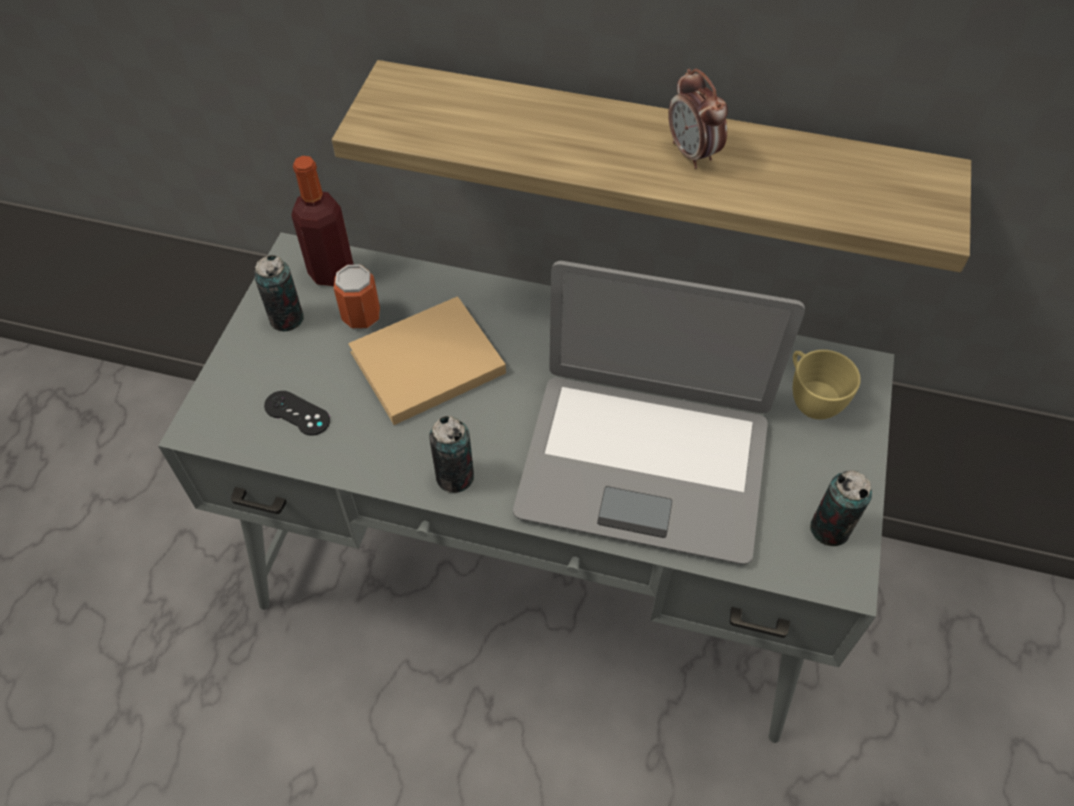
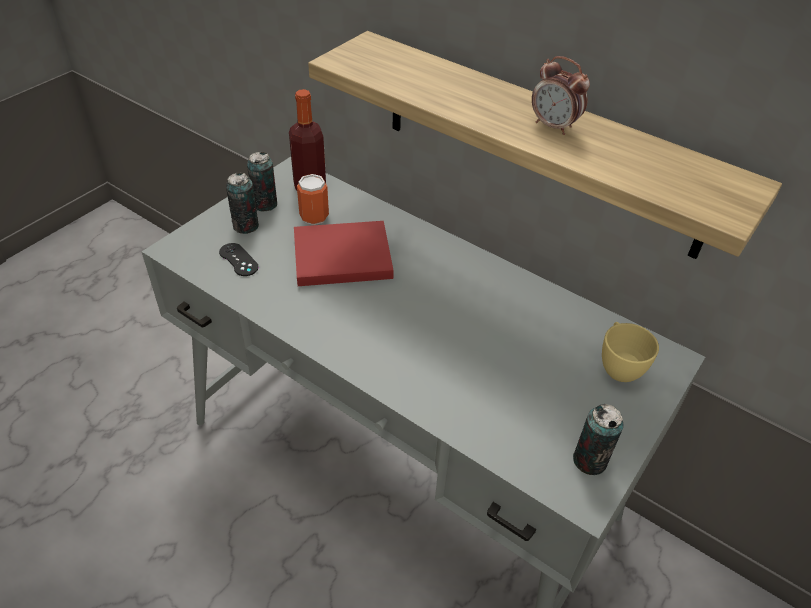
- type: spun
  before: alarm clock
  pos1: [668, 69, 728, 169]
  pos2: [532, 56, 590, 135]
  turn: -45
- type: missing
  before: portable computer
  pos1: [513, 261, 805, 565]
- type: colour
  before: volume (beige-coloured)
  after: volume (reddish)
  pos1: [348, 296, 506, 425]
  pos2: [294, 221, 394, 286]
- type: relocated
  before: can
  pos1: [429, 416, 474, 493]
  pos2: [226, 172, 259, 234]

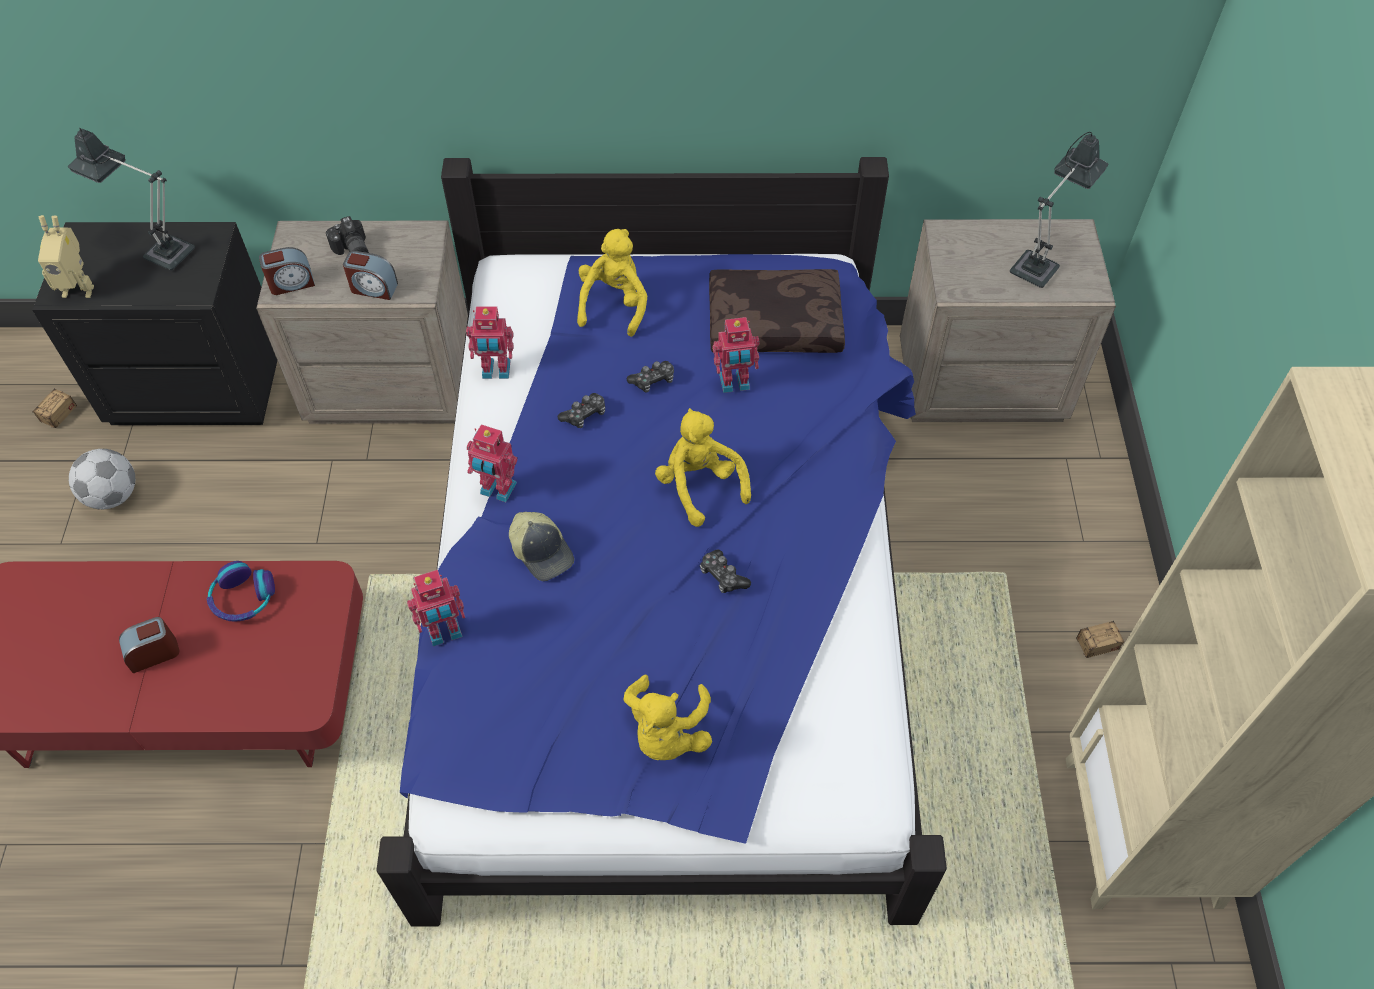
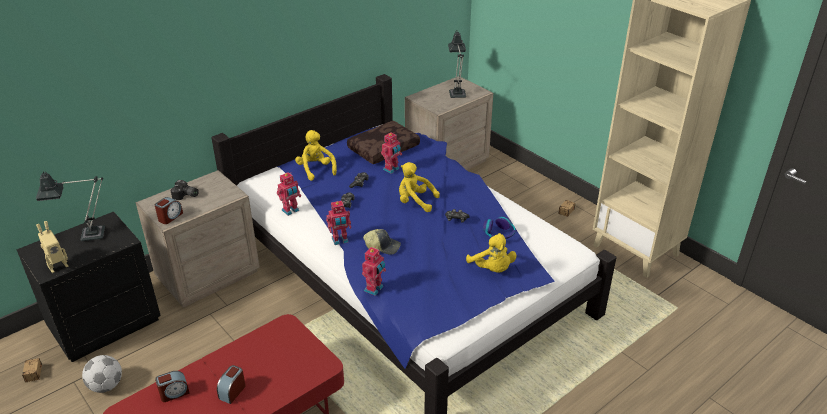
- type: relocated
  before: alarm clock
  pos1: [343, 251, 398, 300]
  pos2: [155, 371, 190, 402]
- type: relocated
  before: headset
  pos1: [207, 561, 275, 621]
  pos2: [483, 216, 516, 239]

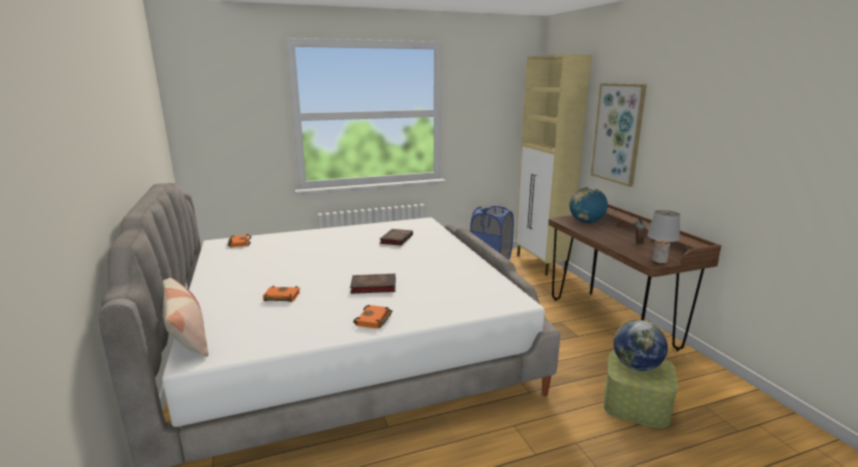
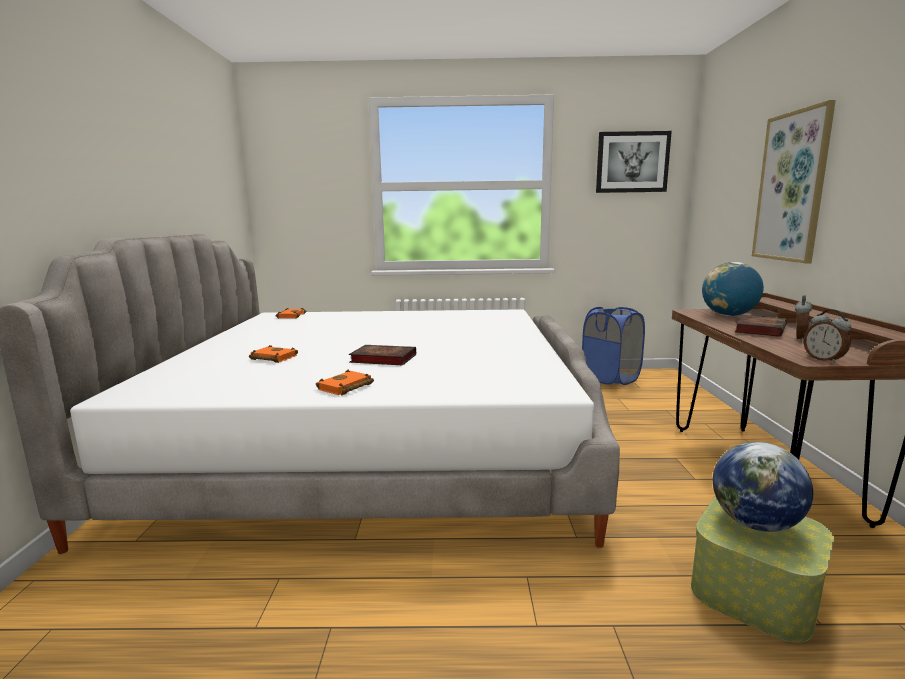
- type: missing
  before: storage cabinet (beige-coloured)
  pos1: [515, 54, 592, 276]
- type: exchanged
  before: table lamp (gray)
  after: alarm clock
  pos1: [647, 210, 680, 265]
  pos2: [803, 309, 851, 363]
- type: relocated
  before: volume
  pos1: [380, 229, 413, 246]
  pos2: [735, 315, 787, 337]
- type: missing
  before: cushion
  pos1: [163, 278, 208, 357]
- type: appeared
  after: wall picture
  pos2: [596, 131, 672, 193]

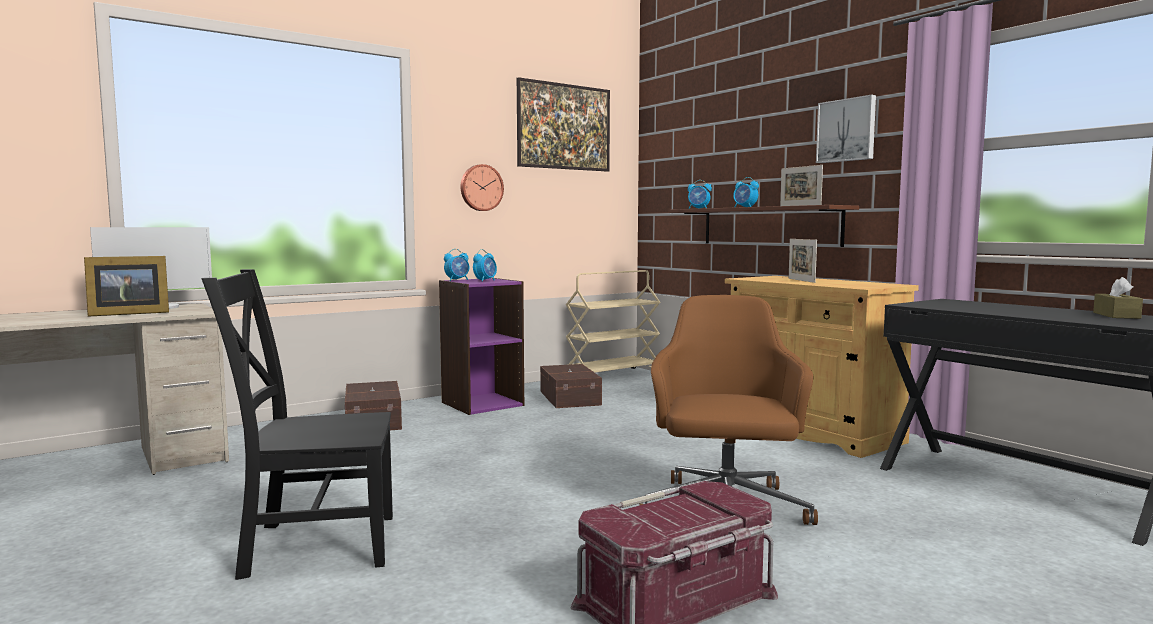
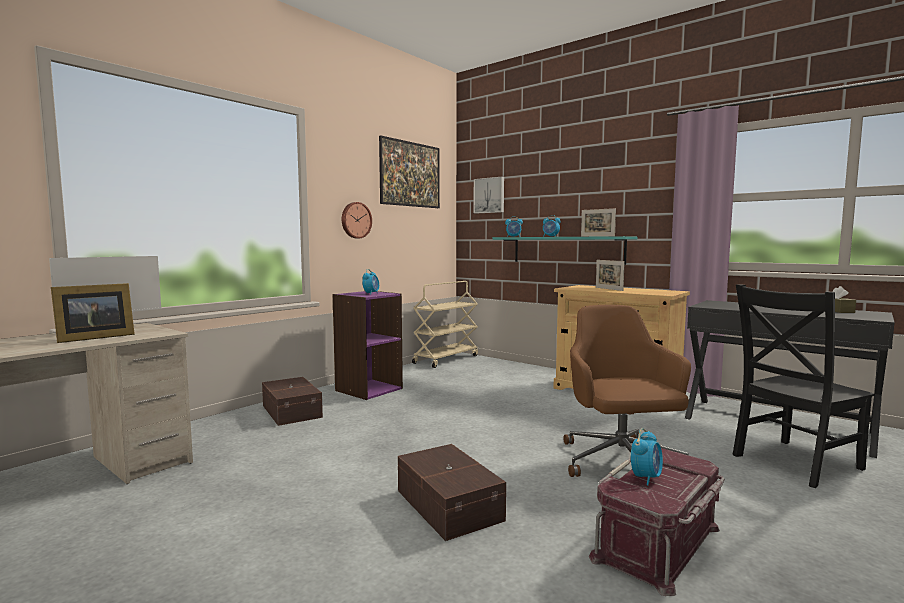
- type: relocated
  before: wall picture
  pos1: [816, 95, 876, 163]
  pos2: [474, 177, 504, 214]
- type: colour
  before: wall shelf (brownish)
  after: wall shelf (turquoise-coloured)
  pos1: [670, 205, 859, 247]
  pos2: [492, 236, 638, 265]
- type: relocated
  before: alarm clock
  pos1: [444, 249, 469, 281]
  pos2: [631, 428, 663, 486]
- type: relocated
  before: plain chair (black)
  pos1: [201, 269, 393, 580]
  pos2: [733, 285, 875, 488]
- type: relocated
  before: storage bin (brownish)
  pos1: [540, 364, 602, 408]
  pos2: [398, 444, 506, 541]

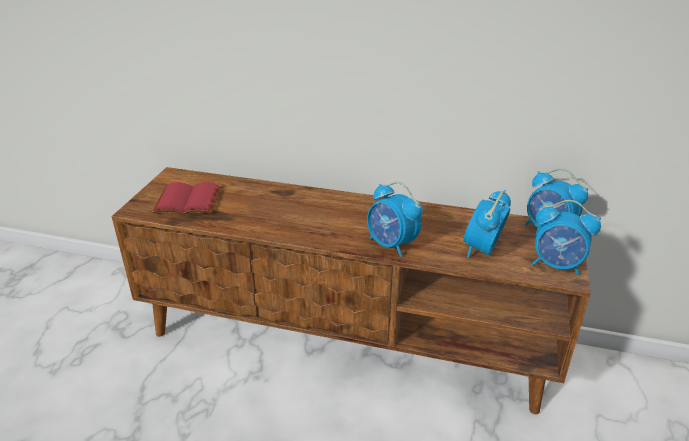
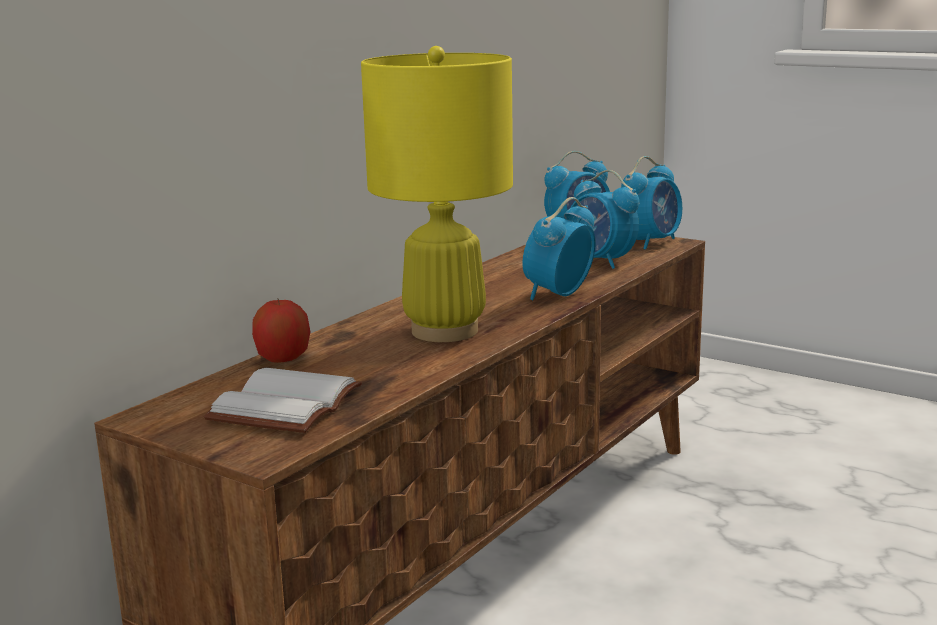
- type: colour
  before: volume (reddish)
  after: volume (white-coloured)
  pos1: [153, 182, 221, 215]
  pos2: [204, 368, 362, 433]
- type: spun
  before: alarm clock
  pos1: [367, 182, 423, 257]
  pos2: [522, 197, 595, 300]
  turn: 150
- type: appeared
  after: table lamp (yellow)
  pos2: [361, 46, 513, 342]
- type: appeared
  after: whole apple
  pos2: [252, 298, 310, 363]

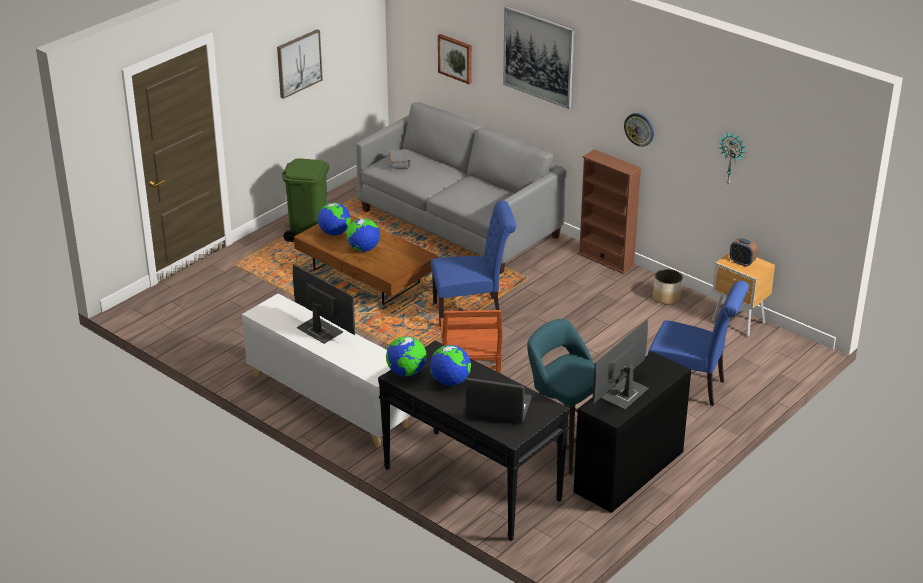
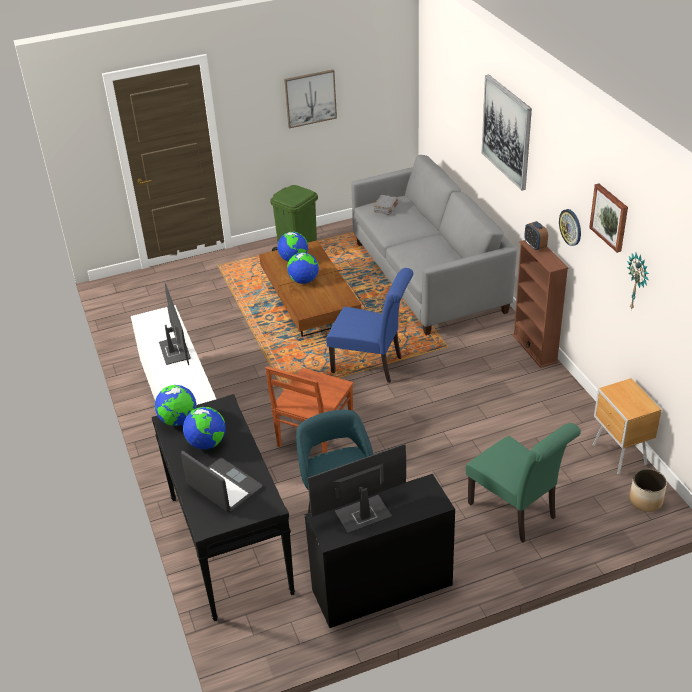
- type: relocated
  before: wall picture
  pos1: [438, 34, 472, 84]
  pos2: [589, 183, 628, 253]
- type: relocated
  before: alarm clock
  pos1: [730, 238, 757, 267]
  pos2: [524, 221, 548, 251]
- type: relocated
  before: flower pot
  pos1: [653, 269, 683, 305]
  pos2: [629, 469, 667, 512]
- type: colour
  before: plain chair (blue)
  after: plain chair (green-coloured)
  pos1: [648, 281, 749, 406]
  pos2: [466, 423, 581, 542]

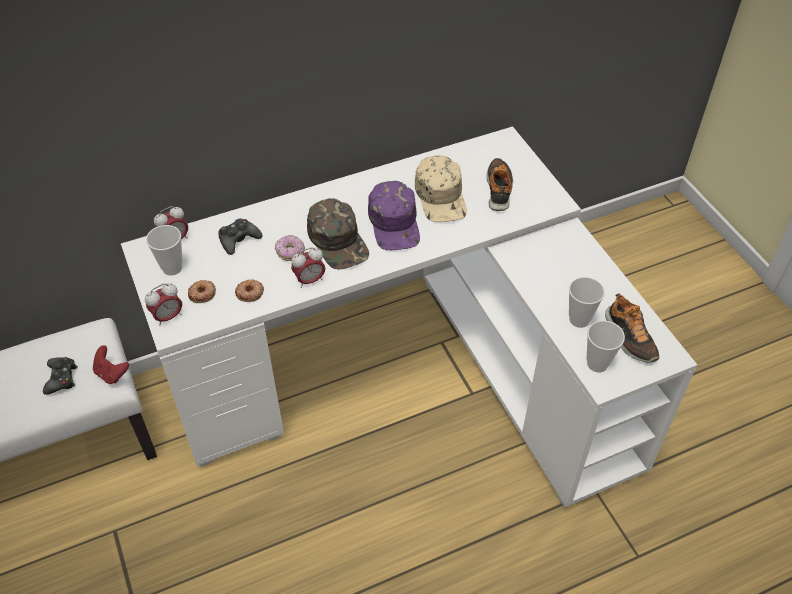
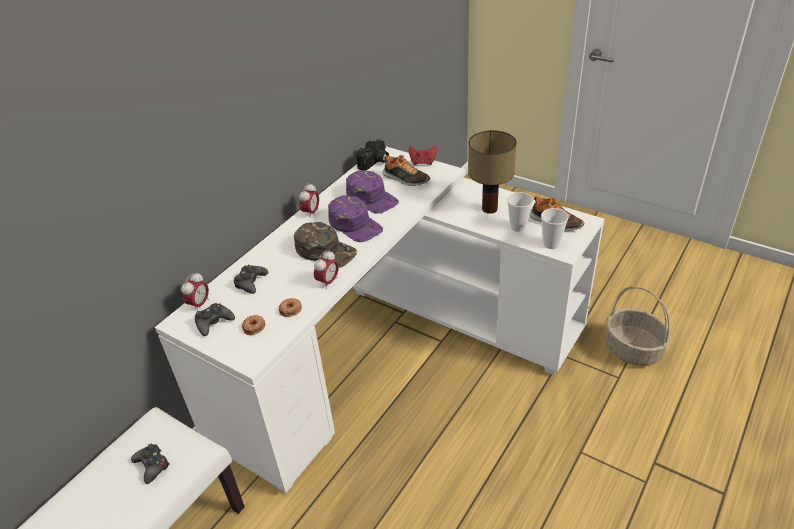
- type: colour
  before: baseball cap (beige-coloured)
  after: baseball cap (purple-coloured)
  pos1: [415, 155, 467, 222]
  pos2: [346, 170, 399, 214]
- type: spun
  before: low shoe
  pos1: [486, 158, 513, 211]
  pos2: [383, 155, 430, 186]
  turn: 150
- type: exchanged
  before: cup
  after: joypad (black)
  pos1: [146, 225, 183, 276]
  pos2: [195, 303, 235, 336]
- type: missing
  before: doughnut
  pos1: [275, 235, 305, 261]
- type: relocated
  before: alarm clock
  pos1: [145, 283, 182, 326]
  pos2: [299, 183, 319, 218]
- type: relocated
  before: joypad (reddish)
  pos1: [93, 345, 129, 384]
  pos2: [409, 146, 437, 165]
- type: appeared
  after: table lamp
  pos2: [468, 130, 517, 214]
- type: appeared
  after: photo camera
  pos2: [356, 139, 389, 171]
- type: appeared
  after: household basket
  pos2: [605, 286, 671, 366]

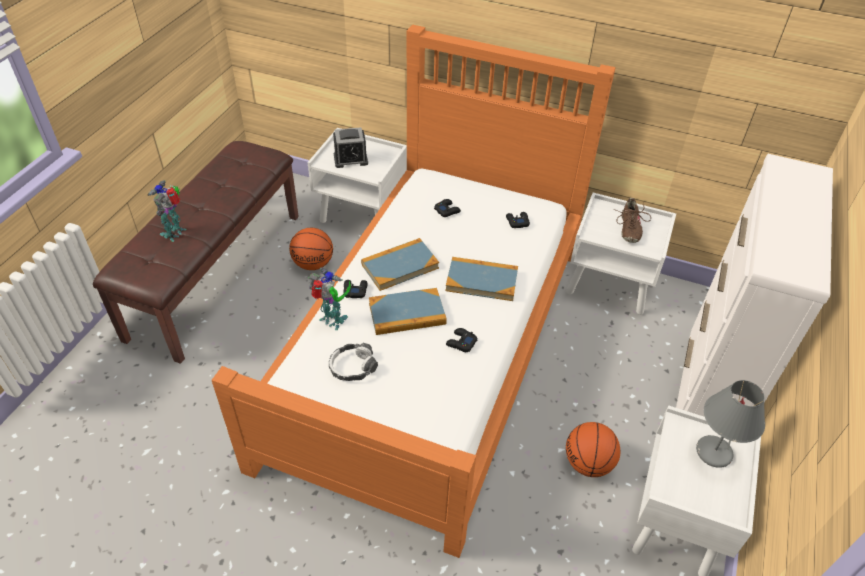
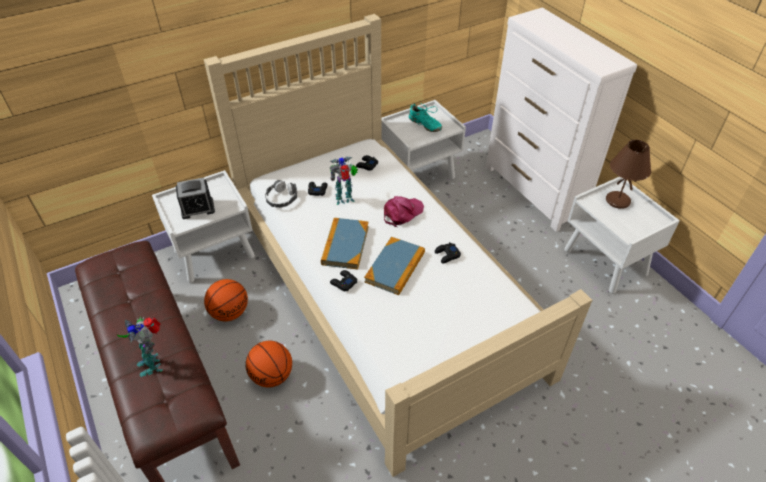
- type: colour
  before: bed (orange)
  after: bed (beige-coloured)
  pos1: [212, 24, 616, 558]
  pos2: [204, 14, 592, 477]
- type: spun
  before: alarm clock
  pos1: [333, 127, 368, 168]
  pos2: [176, 177, 215, 219]
  turn: 45
- type: colour
  before: low shoe (brownish)
  after: low shoe (turquoise-coloured)
  pos1: [616, 198, 651, 243]
  pos2: [409, 104, 442, 132]
- type: exchanged
  before: volume
  after: baseball cap (pink-coloured)
  pos1: [445, 257, 518, 301]
  pos2: [384, 196, 424, 227]
- type: relocated
  before: toy robot
  pos1: [308, 268, 351, 330]
  pos2: [330, 157, 358, 205]
- type: relocated
  before: headset
  pos1: [329, 343, 378, 381]
  pos2: [265, 180, 297, 208]
- type: colour
  before: table lamp (gray)
  after: table lamp (brownish)
  pos1: [696, 380, 765, 468]
  pos2: [606, 140, 651, 209]
- type: relocated
  before: basketball ball
  pos1: [566, 422, 620, 477]
  pos2: [246, 341, 292, 388]

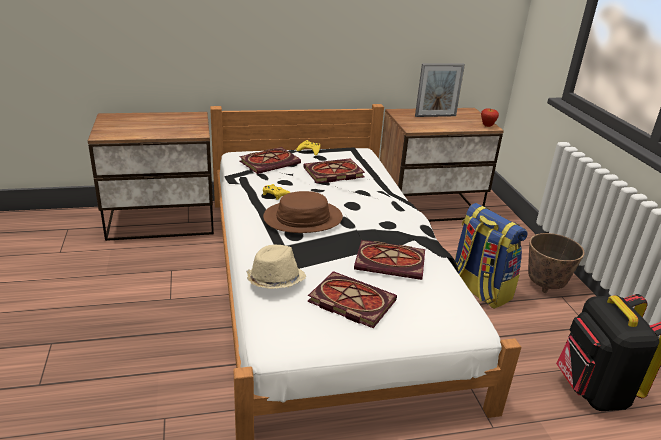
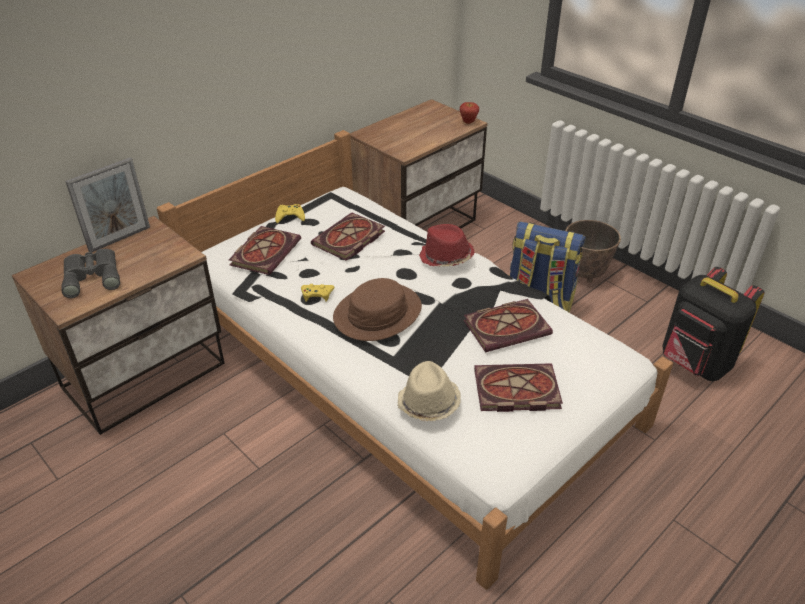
- type: relocated
  before: photo frame
  pos1: [415, 64, 465, 117]
  pos2: [65, 157, 150, 253]
- type: appeared
  after: hat (reddish)
  pos2: [419, 224, 475, 267]
- type: appeared
  after: binoculars (gray)
  pos2: [62, 249, 120, 298]

